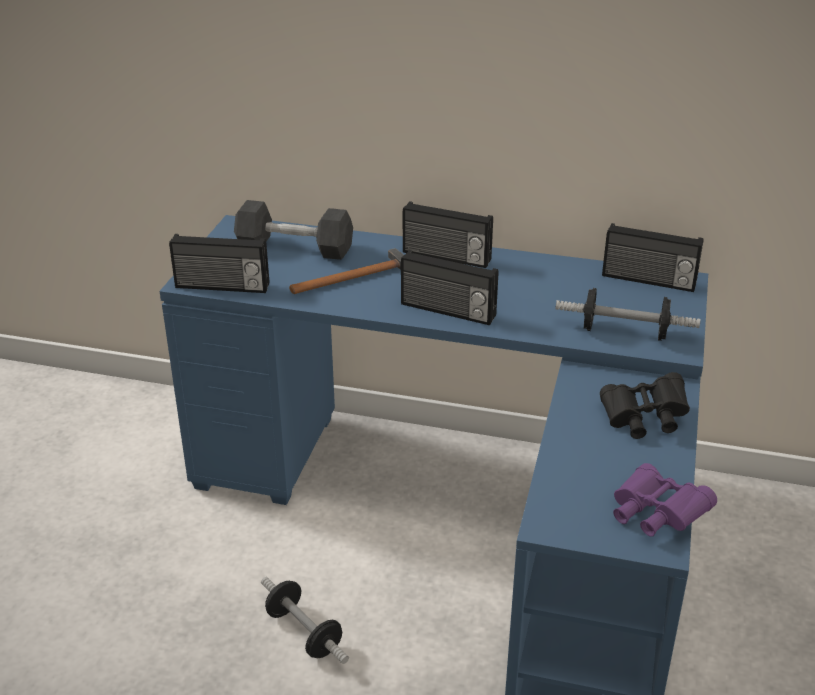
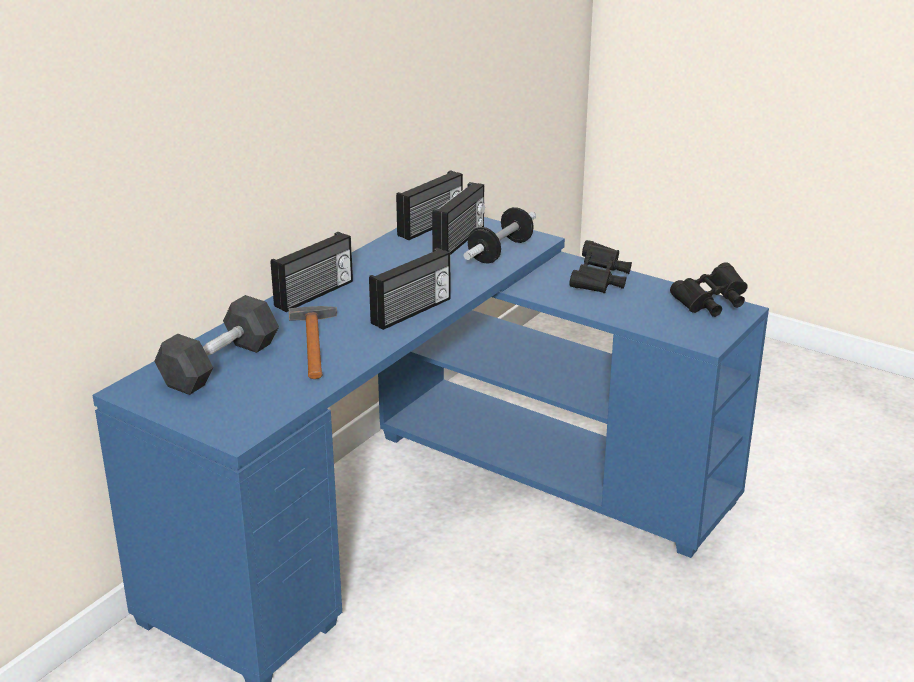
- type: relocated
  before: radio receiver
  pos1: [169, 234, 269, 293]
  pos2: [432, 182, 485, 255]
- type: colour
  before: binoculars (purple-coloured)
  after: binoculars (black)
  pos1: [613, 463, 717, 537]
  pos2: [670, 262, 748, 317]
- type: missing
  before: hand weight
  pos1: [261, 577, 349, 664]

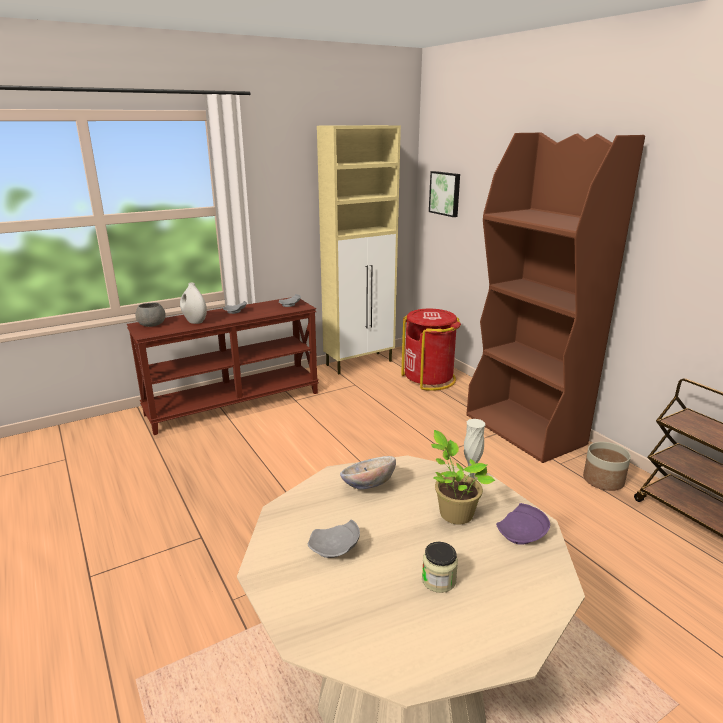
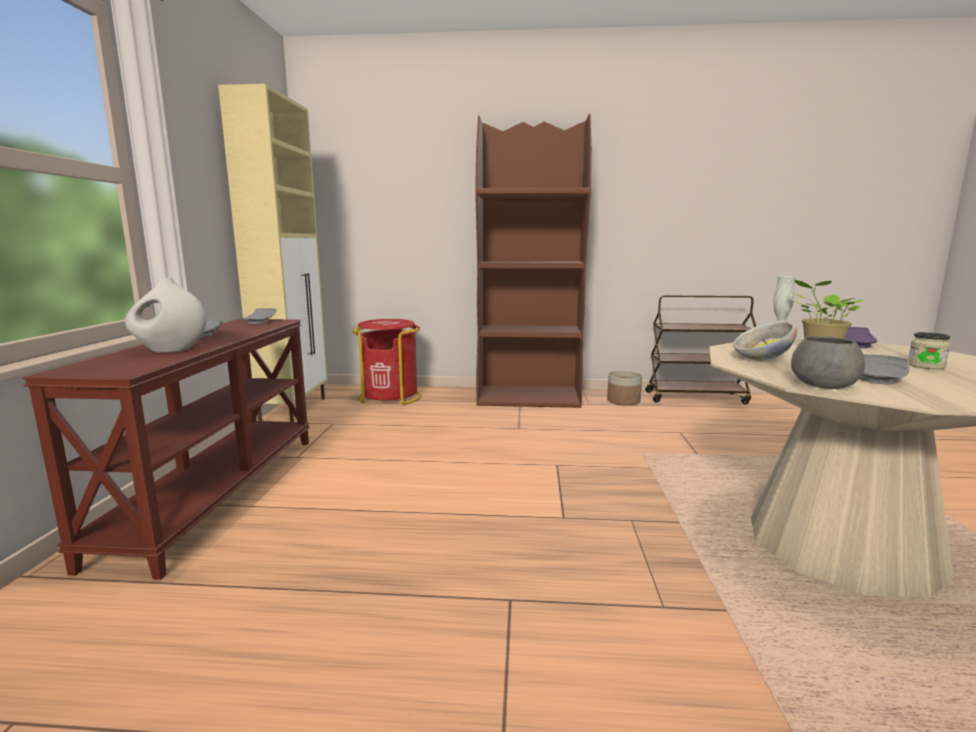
- type: missing
  before: wall picture
  pos1: [429, 171, 460, 217]
- type: relocated
  before: serving bowl (gray)
  pos1: [136, 302, 166, 327]
  pos2: [791, 336, 865, 389]

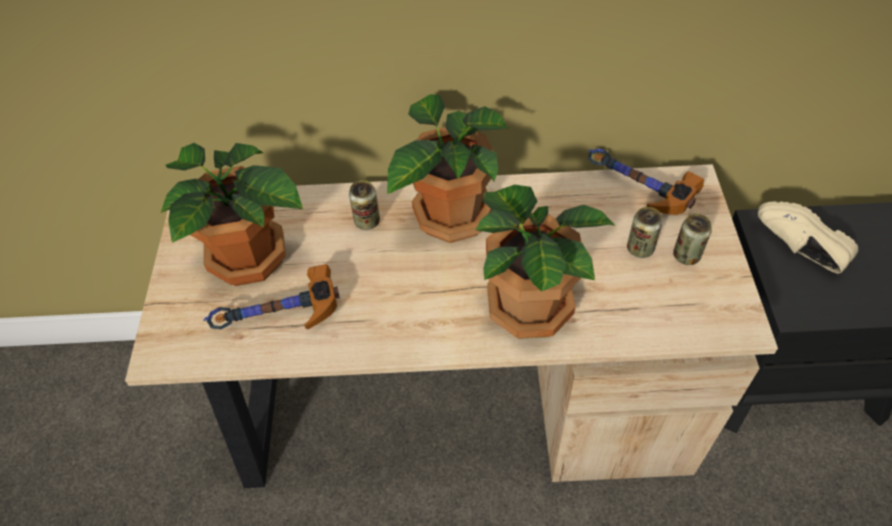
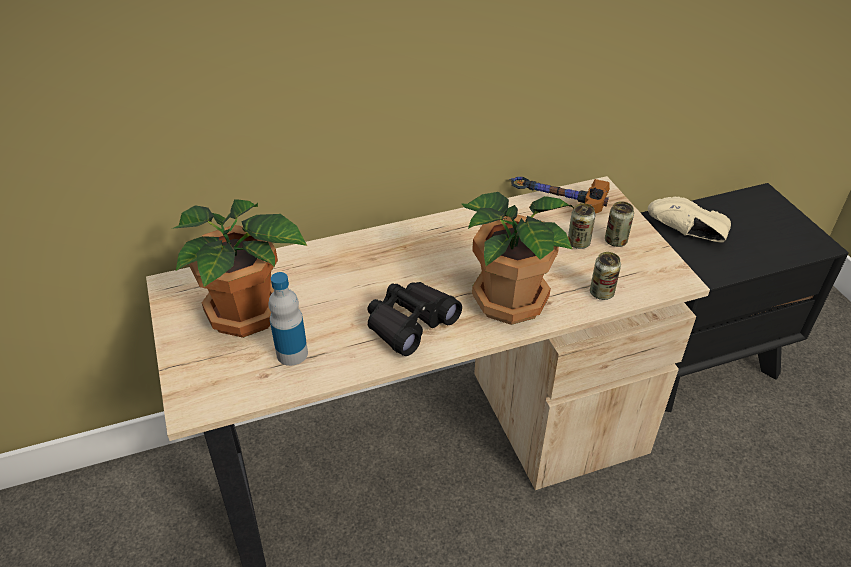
- type: missing
  before: potted plant
  pos1: [387, 94, 509, 243]
- type: relocated
  before: can
  pos1: [349, 180, 380, 230]
  pos2: [590, 252, 621, 300]
- type: exchanged
  before: hammer
  after: beverage bottle
  pos1: [204, 264, 340, 329]
  pos2: [268, 272, 308, 366]
- type: appeared
  after: binoculars (black)
  pos2: [368, 282, 462, 356]

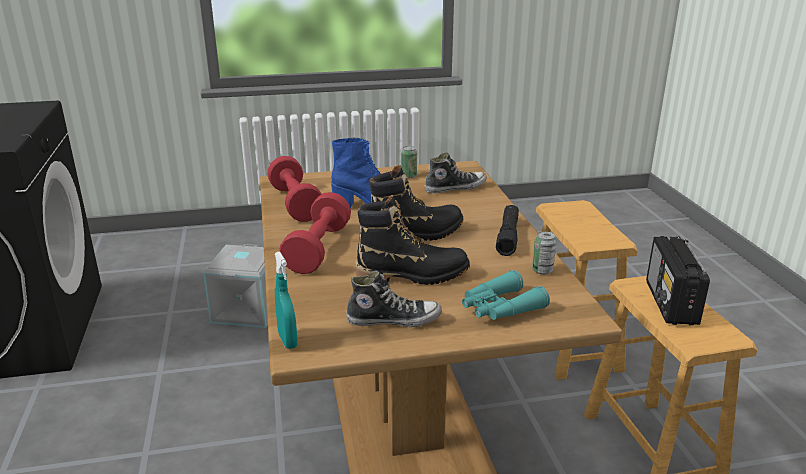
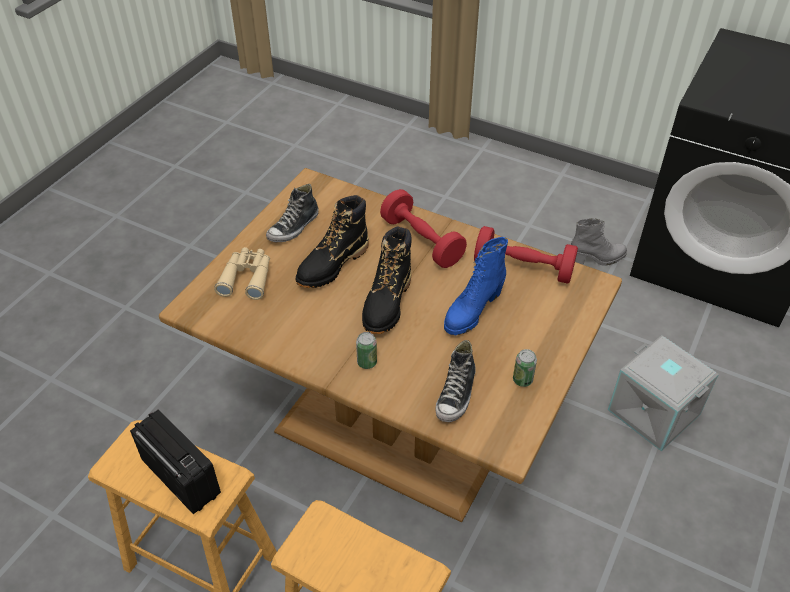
- type: missing
  before: torch (black)
  pos1: [496, 205, 519, 256]
- type: relocated
  before: can
  pos1: [532, 231, 556, 275]
  pos2: [356, 332, 377, 369]
- type: missing
  before: hand sprayer (turquoise-coloured)
  pos1: [275, 251, 297, 349]
- type: colour
  before: binoculars (turquoise-coloured)
  after: binoculars (beige-coloured)
  pos1: [462, 270, 550, 320]
  pos2: [214, 247, 270, 300]
- type: appeared
  after: tall boot (gray)
  pos2: [571, 218, 627, 266]

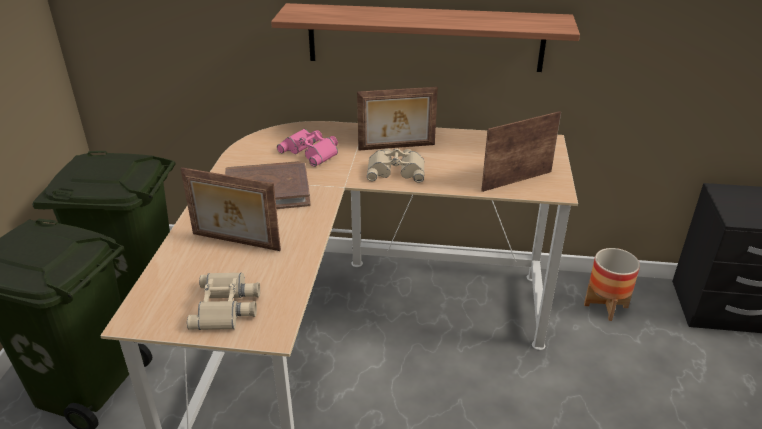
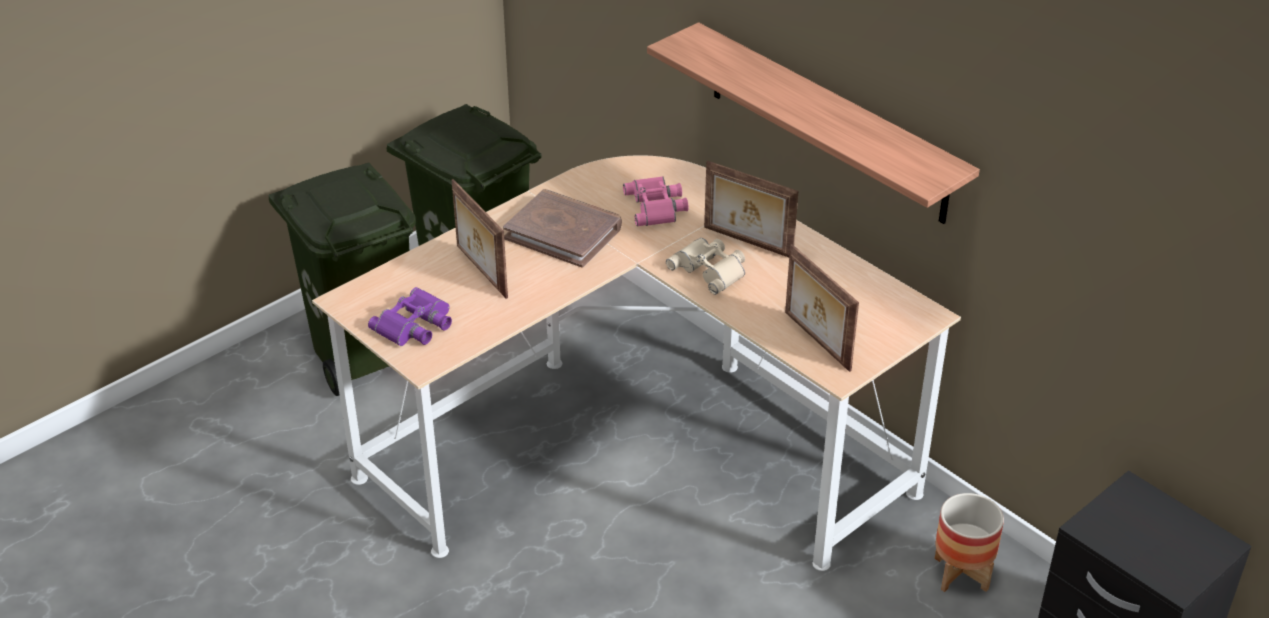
- type: spun
  before: photo frame
  pos1: [481, 111, 561, 192]
  pos2: [785, 244, 859, 372]
  turn: -135
- type: colour
  before: binoculars (beige-coloured)
  after: binoculars (purple-coloured)
  pos1: [187, 272, 260, 330]
  pos2: [368, 287, 452, 346]

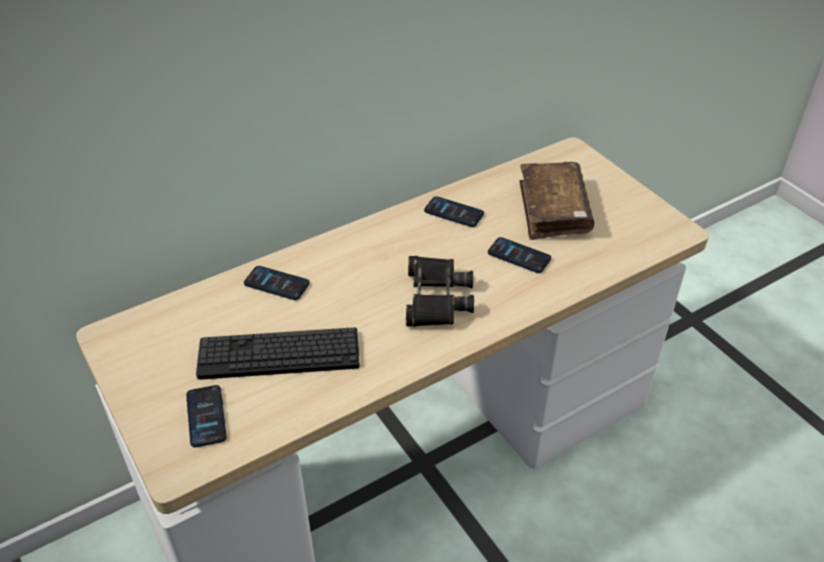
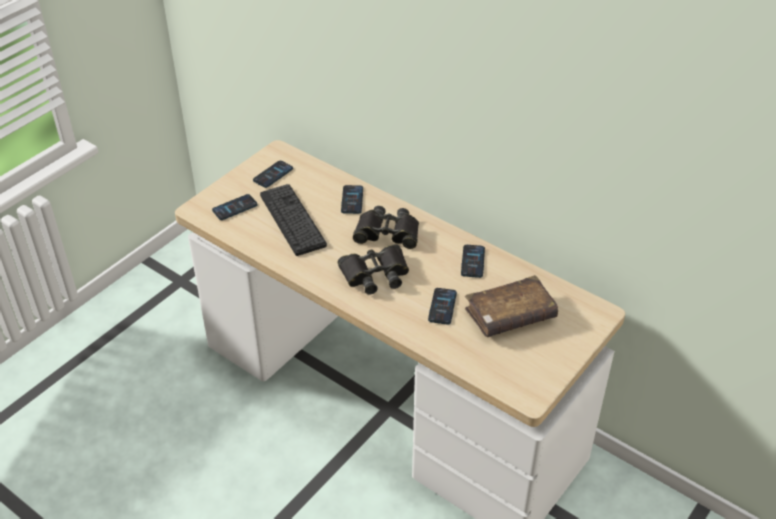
- type: appeared
  after: telephone
  pos2: [253, 161, 293, 188]
- type: appeared
  after: binoculars (black)
  pos2: [353, 206, 419, 249]

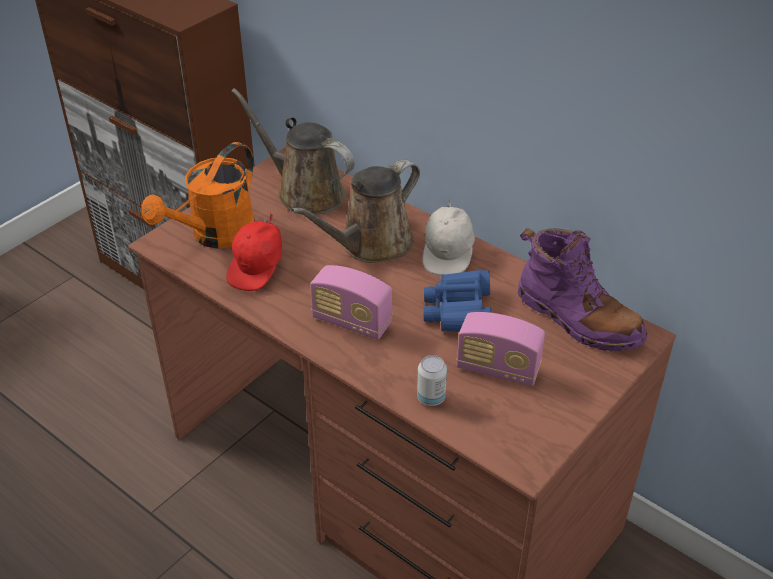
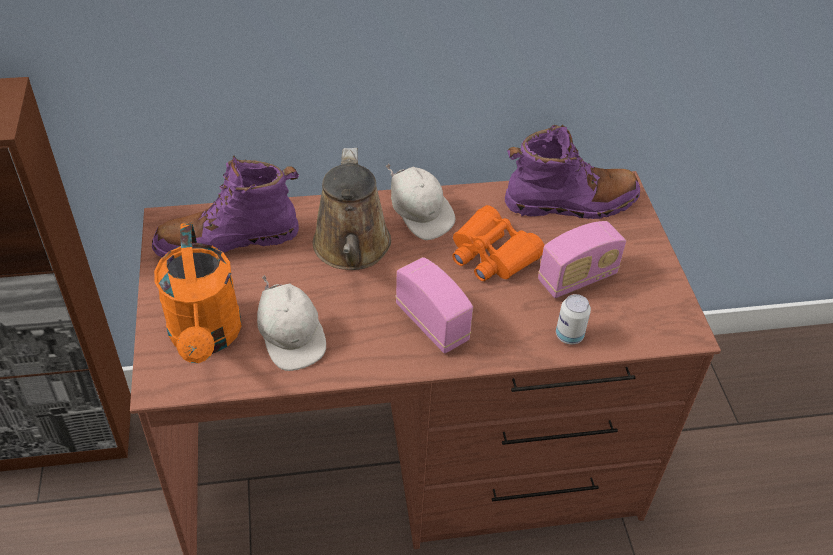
- type: exchanged
  before: watering can (brownish)
  after: tall boot (purple-coloured)
  pos1: [231, 88, 355, 215]
  pos2: [152, 156, 299, 257]
- type: colour
  before: baseball cap (reddish)
  after: baseball cap (white-coloured)
  pos1: [226, 212, 282, 291]
  pos2: [257, 275, 326, 371]
- type: spun
  before: radio receiver
  pos1: [310, 265, 392, 340]
  pos2: [396, 257, 473, 354]
  turn: -105
- type: colour
  before: binoculars (blue)
  after: binoculars (orange)
  pos1: [423, 270, 492, 332]
  pos2: [452, 205, 544, 281]

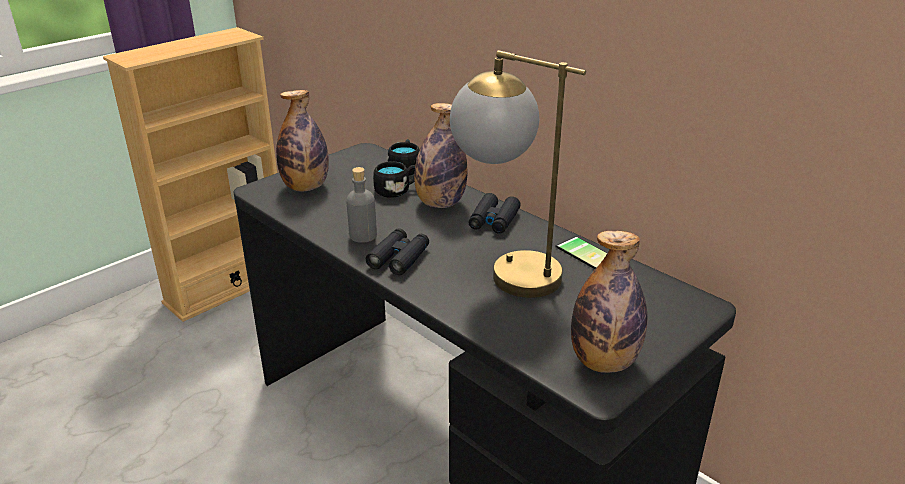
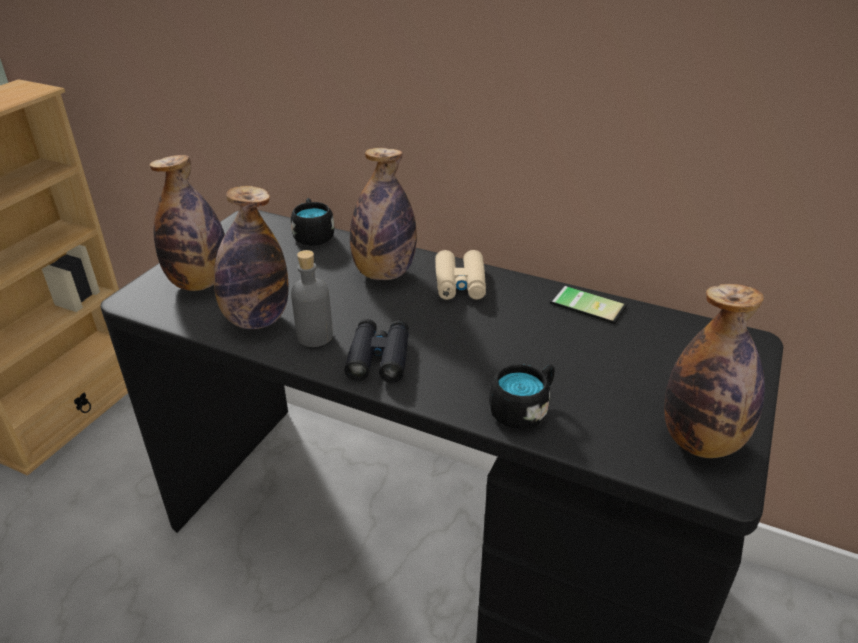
- type: missing
  before: table lamp
  pos1: [450, 50, 586, 298]
- type: relocated
  before: tea mug (black)
  pos1: [373, 161, 415, 198]
  pos2: [489, 364, 555, 429]
- type: colour
  before: binoculars (black)
  after: binoculars (beige-coloured)
  pos1: [468, 193, 521, 234]
  pos2: [435, 250, 486, 300]
- type: appeared
  after: beverage bottle
  pos2: [214, 186, 289, 329]

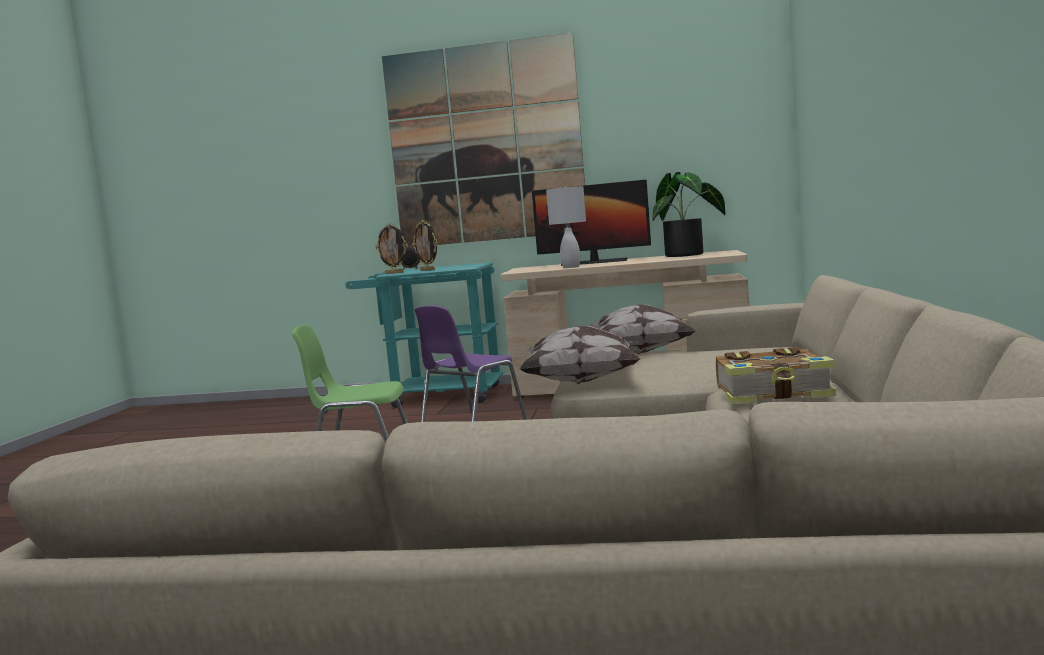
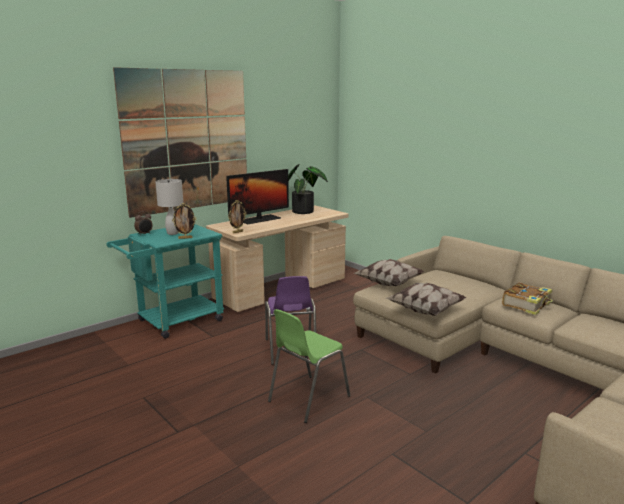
- type: relocated
  before: table lamp (white-coloured)
  pos1: [546, 186, 586, 268]
  pos2: [155, 179, 184, 235]
- type: relocated
  before: photo frame
  pos1: [375, 223, 408, 274]
  pos2: [228, 200, 247, 234]

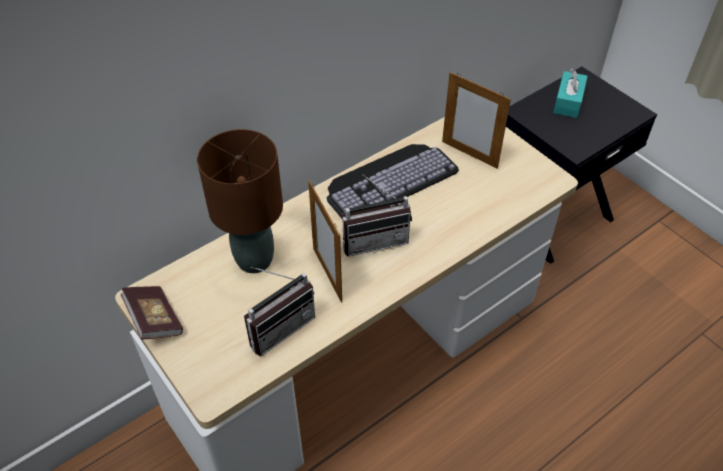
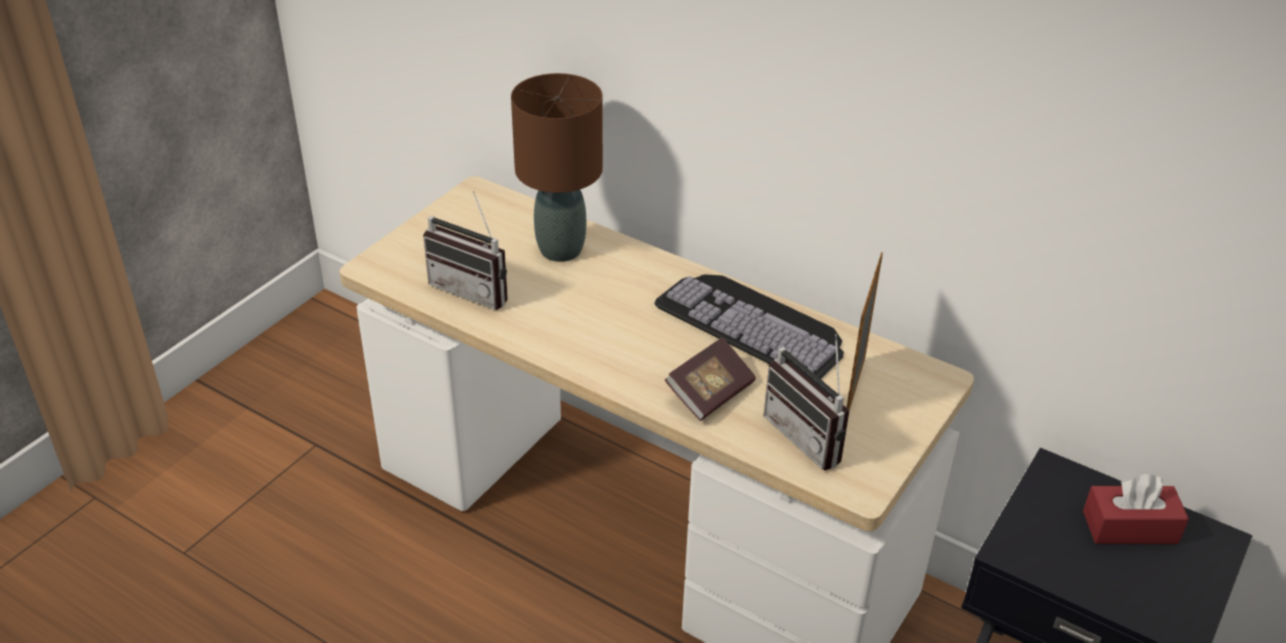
- type: colour
  before: tissue holder (turquoise-coloured)
  after: tissue holder (reddish)
  pos1: [553, 69, 588, 118]
  pos2: [1083, 474, 1189, 544]
- type: relocated
  before: radio receiver
  pos1: [342, 174, 412, 257]
  pos2: [764, 334, 850, 470]
- type: missing
  before: photo frame
  pos1: [308, 180, 342, 303]
- type: relocated
  before: volume
  pos1: [121, 286, 183, 339]
  pos2: [665, 337, 756, 421]

